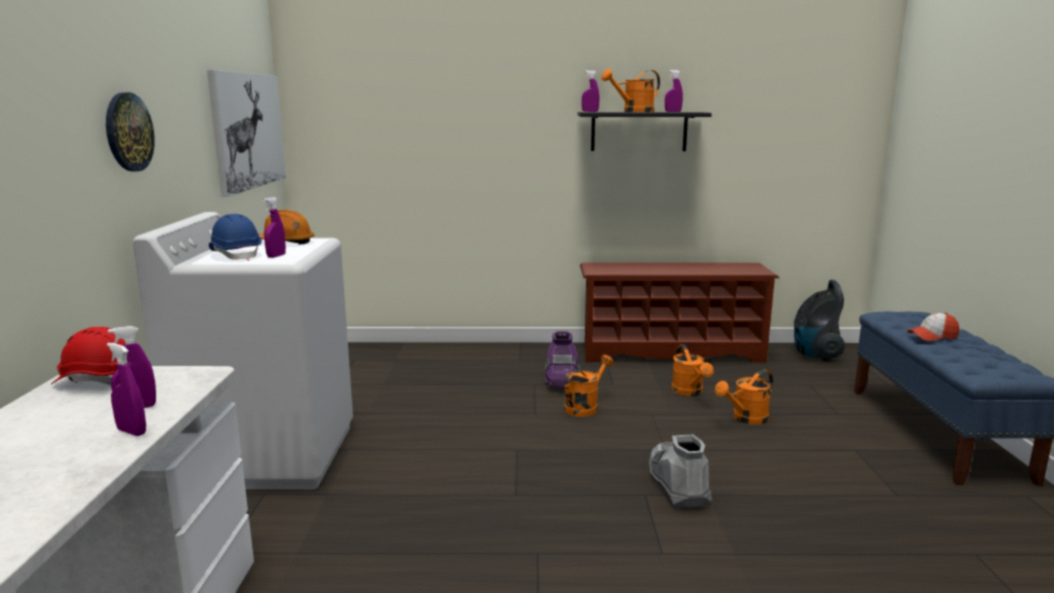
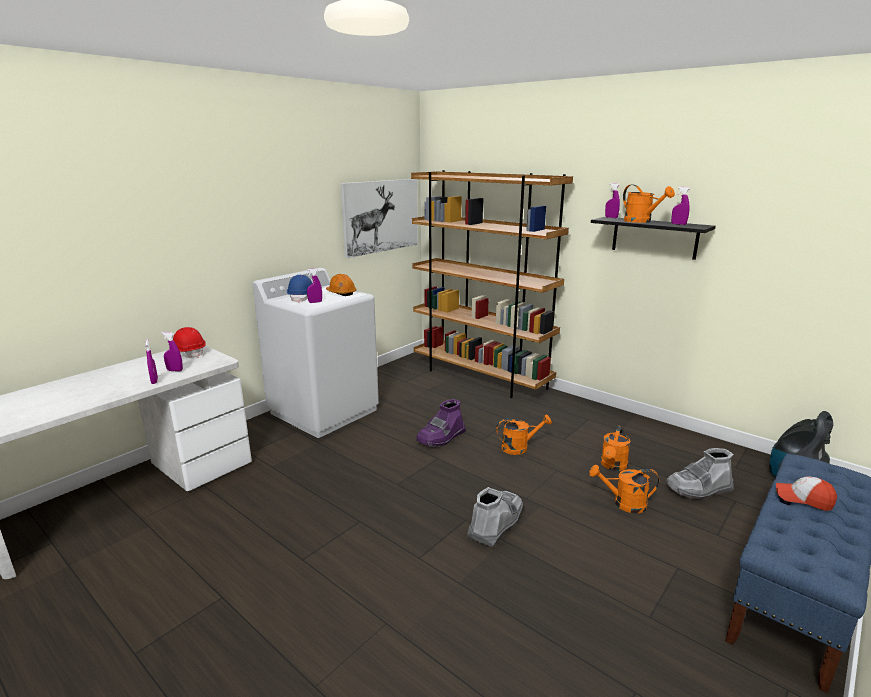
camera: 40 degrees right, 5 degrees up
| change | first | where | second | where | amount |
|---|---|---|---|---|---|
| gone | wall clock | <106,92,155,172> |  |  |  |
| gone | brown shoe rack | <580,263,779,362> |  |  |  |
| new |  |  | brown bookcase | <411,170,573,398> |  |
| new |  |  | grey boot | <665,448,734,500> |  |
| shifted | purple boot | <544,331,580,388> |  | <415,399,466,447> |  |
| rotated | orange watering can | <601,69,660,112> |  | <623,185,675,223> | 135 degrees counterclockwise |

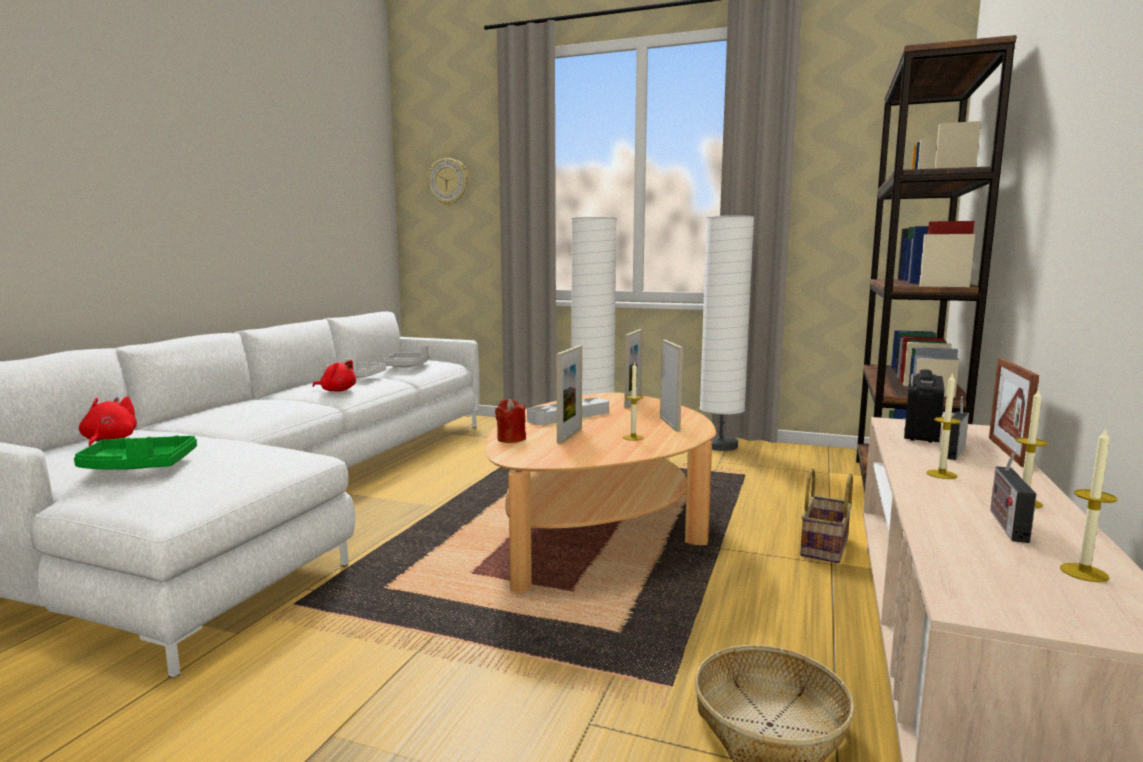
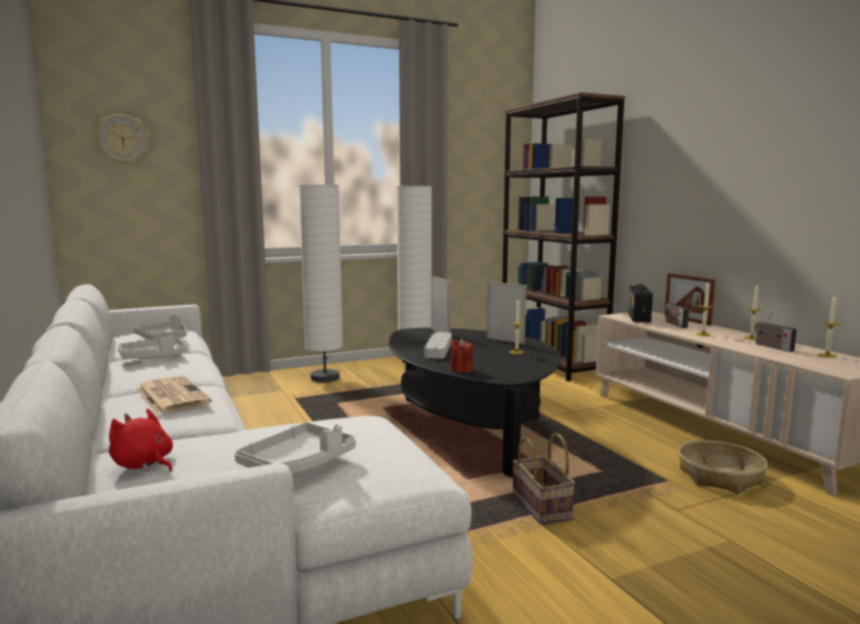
camera: 45 degrees left, 0 degrees up
| change | first | where | second | where | amount |
|---|---|---|---|---|---|
| gone | red plush toy | <313,360,356,392> |  |  |  |
| gone | picture frame | <556,345,582,444> |  |  |  |
| new |  |  | newspaper | <136,376,212,414> |  |
| shifted | basket | <800,468,853,563> |  | <512,433,575,524> |  |
| repainted | green tray | <74,436,197,470> | white tray | <235,422,356,474> |  |
| repainted | beige coffee table | <485,392,716,593> | black coffee table | <389,328,561,478> |  |
| rotated | radio | <904,369,945,443> |  | <628,284,653,323> | 150 degrees counterclockwise |

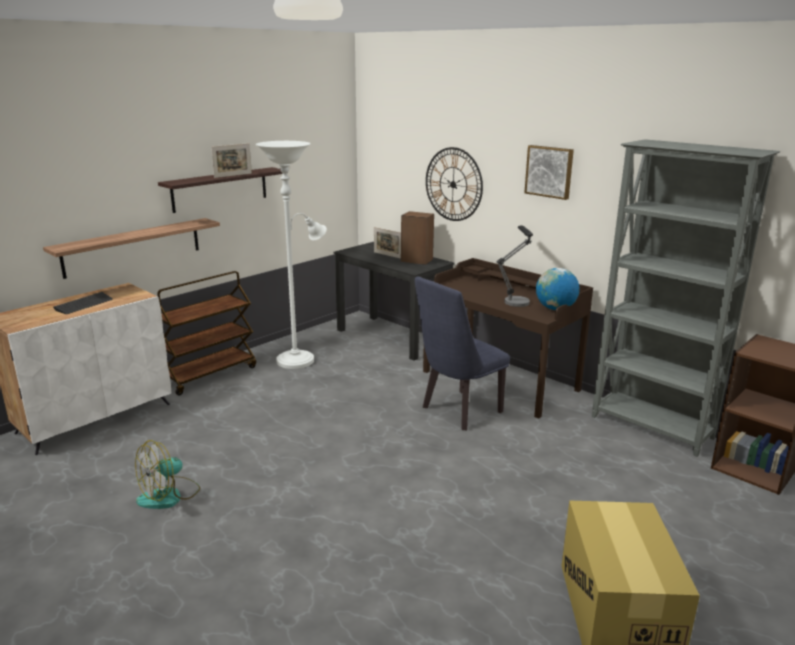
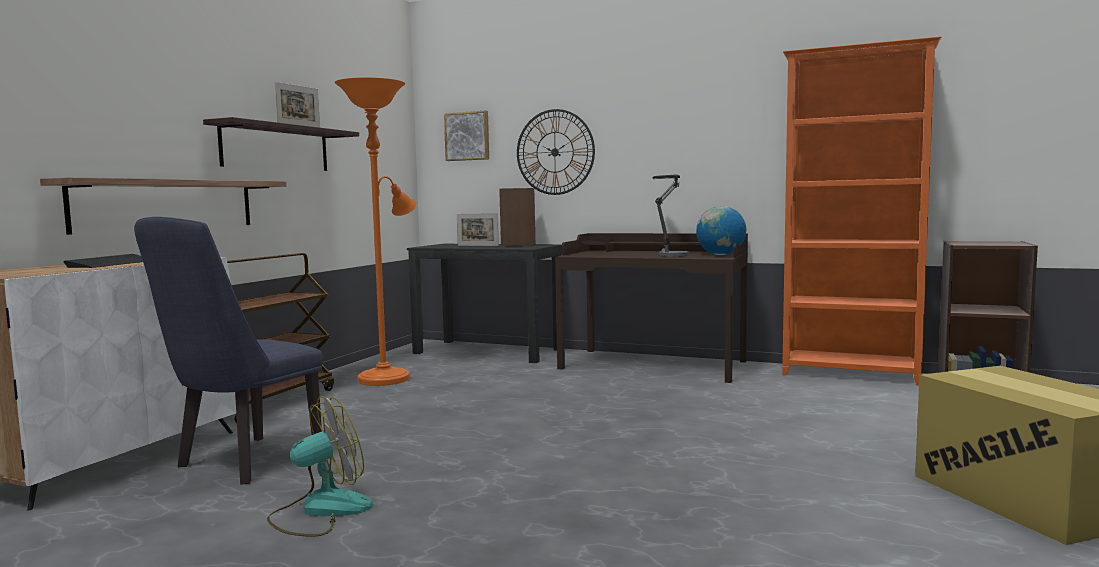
camera: 20 degrees left, 15 degrees down
| change | first | where | second | where | amount |
|---|---|---|---|---|---|
| shifted | blue chair | <415,277,510,430> |  | <134,217,323,485> |  |
| shifted | picture | <524,145,574,200> |  | <444,111,489,161> |  |
| repainted | white floor lamp | <256,141,327,369> | orange floor lamp | <334,77,416,386> |  |
| repainted | grey bookcase | <592,139,780,457> | orange bookcase | <782,36,941,385> |  |
| rotated | fan | <135,440,200,509> |  | <267,396,373,537> | 150 degrees counterclockwise |

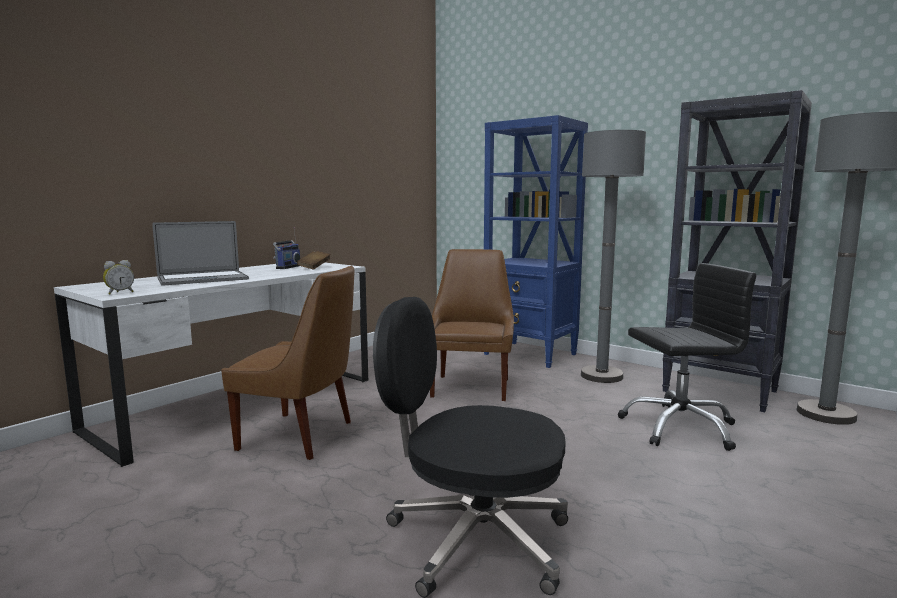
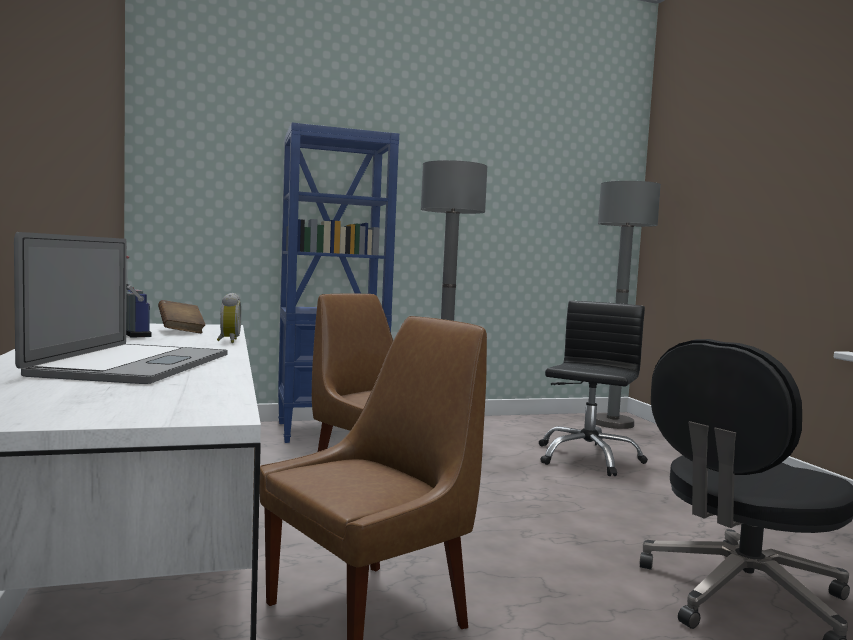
camera: 55 degrees left, 5 degrees down
| change | first | where | second | where | amount |
|---|---|---|---|---|---|
| gone | black bookcase | <662,90,812,412> |  |  |  |
| shifted | alarm clock | <103,260,134,294> |  | <217,293,241,343> |  |

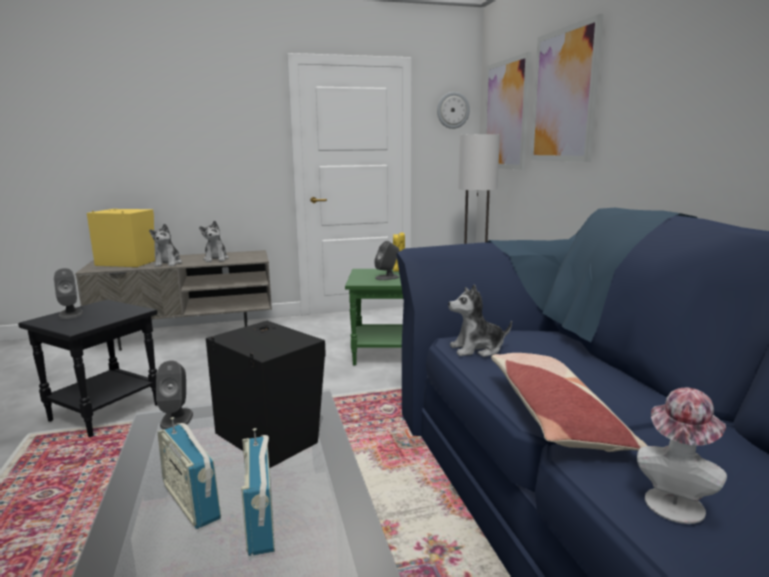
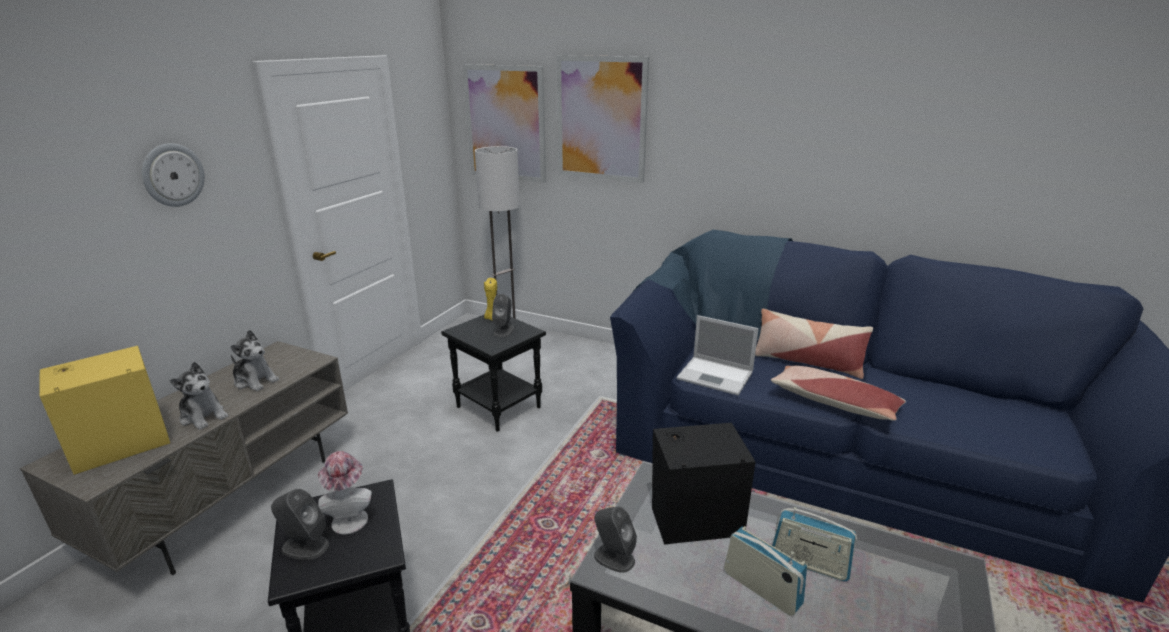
camera: 50 degrees left, 10 degrees up
| change | first | where | second | where | amount |
|---|---|---|---|---|---|
| new |  |  | pillow | <755,309,873,379> |  |
| shifted | wall clock | <437,92,470,129> |  | <142,143,205,207> |  |
| shifted | hat | <637,388,727,524> |  | <318,451,372,534> |  |
| swapped | plush toy | <448,284,512,357> | laptop | <677,315,759,396> |  |
| repainted | green side table | <345,269,403,366> | black side table | <441,314,546,432> |  |
| rotated | radio | <158,417,221,529> |  | <724,526,807,616> | 135 degrees counterclockwise |

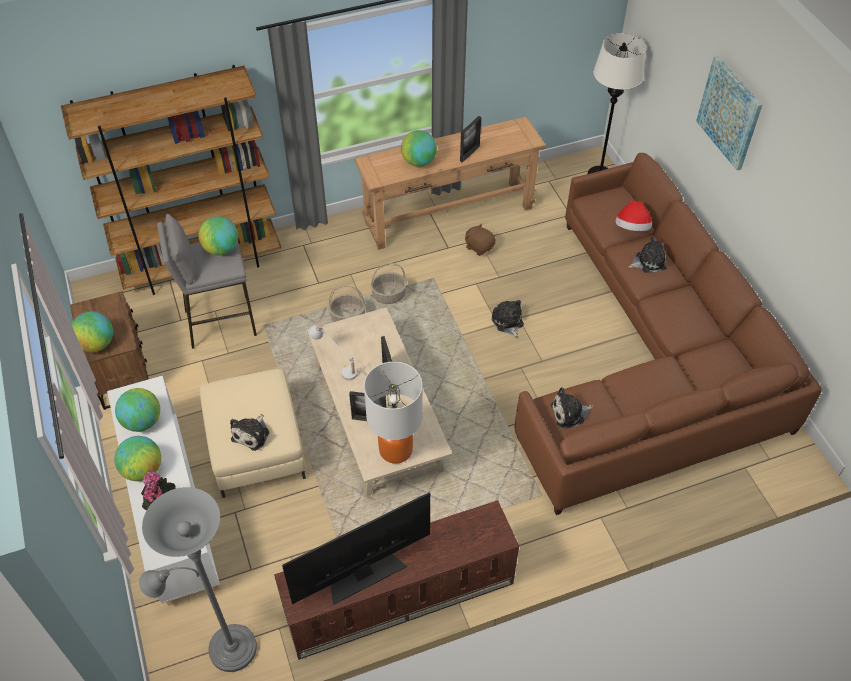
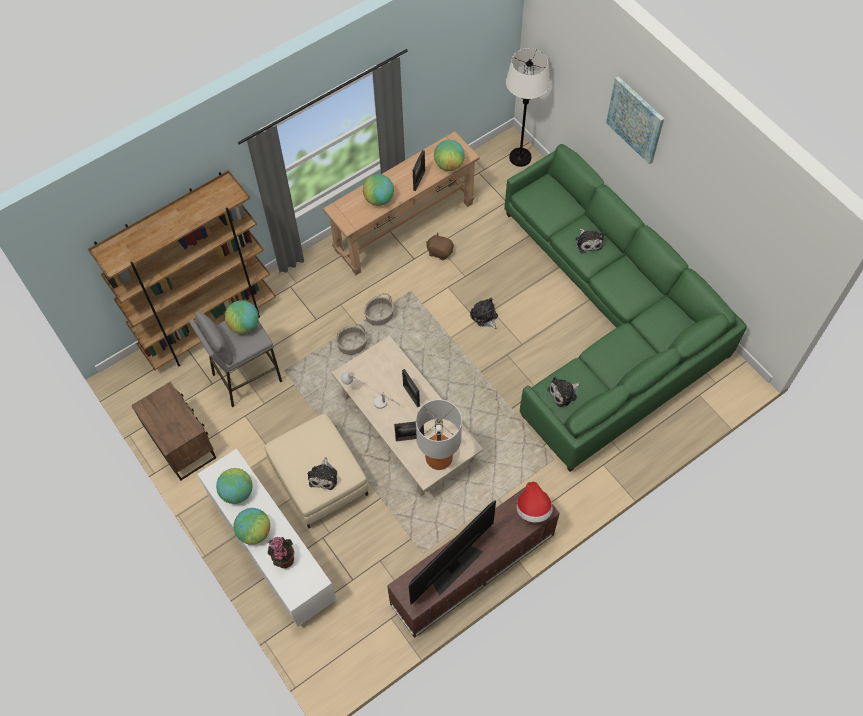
camera: 15 degrees left, 10 degrees up
| change | first | where | second | where | amount |
|---|---|---|---|---|---|
| gone | grey floor lamp | <139,487,257,672> |  |  |  |
| shifted | globe | <71,311,113,352> |  | <434,140,465,171> |  |
| shifted | hat | <615,200,652,231> |  | <516,482,553,523> |  |
| repainted | brown sofa | <515,153,822,515> | green sofa | <504,144,747,472> |  |
| rotated | plush toy | <628,236,667,272> |  | <576,228,604,253> | 105 degrees clockwise |

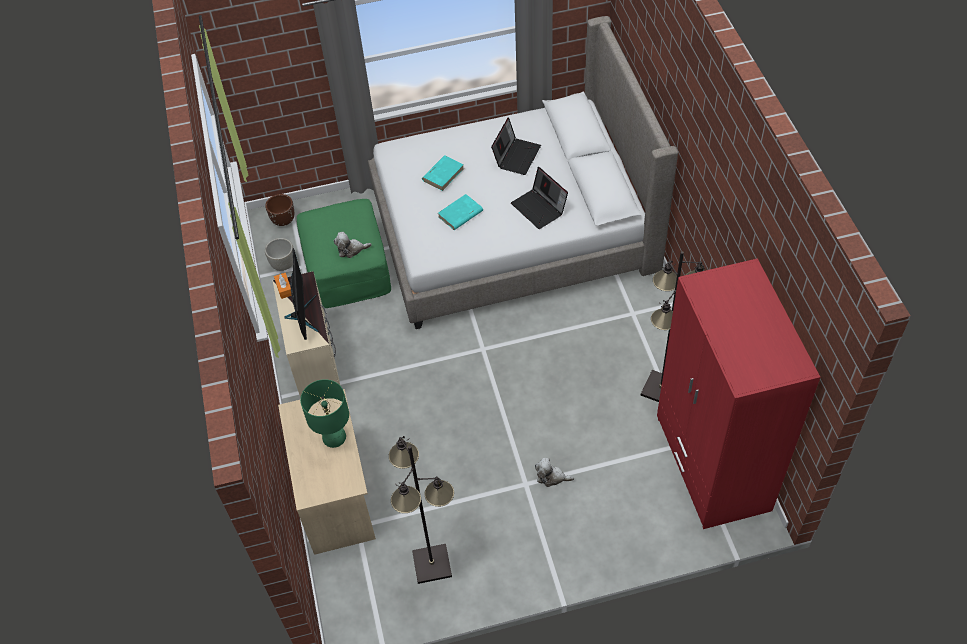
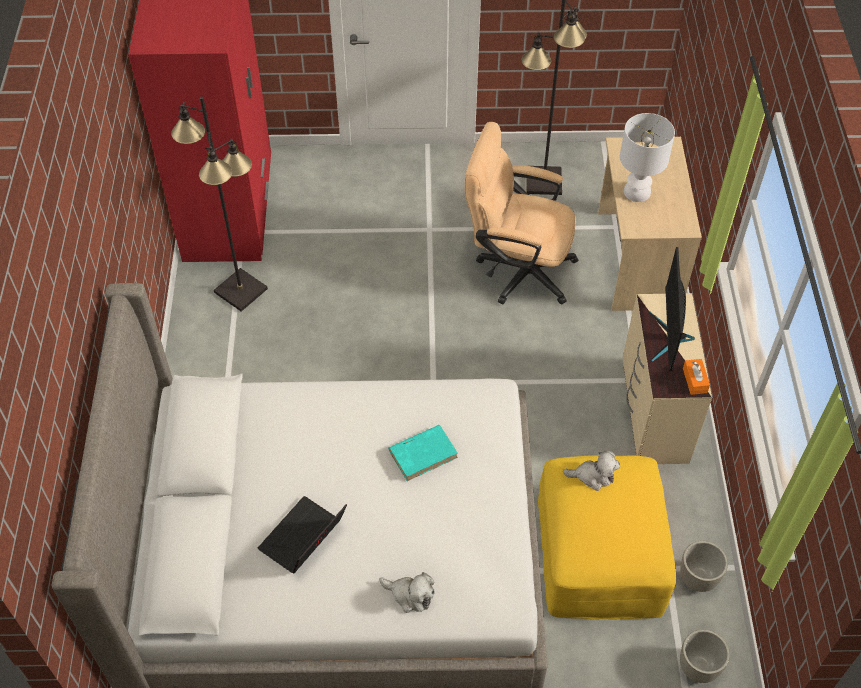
camera: 170 degrees left, 0 degrees up
| change | first | where | second | where | amount |
|---|---|---|---|---|---|
| gone | turquoise book | <422,156,464,191> |  |  |  |
| gone | laptop | <511,167,568,229> |  |  |  |
| new |  |  | beige office chair | <465,122,579,304> |  |
| shifted | plush toy | <535,458,574,487> |  | <379,572,434,613> |  |
| repainted | brown planter | <265,194,294,226> | grey planter | <680,629,730,683> |  |
| repainted | green ottoman | <297,199,391,308> | yellow ottoman | <538,455,676,619> |  |
| repainted | green table lamp | <300,379,349,448> | white table lamp | <620,113,675,202> |  |

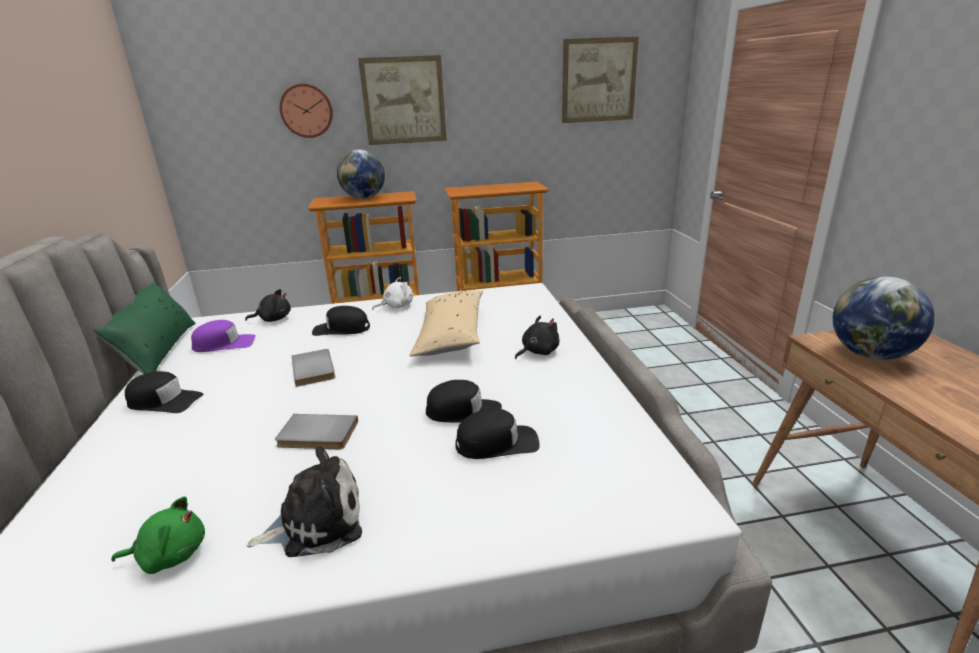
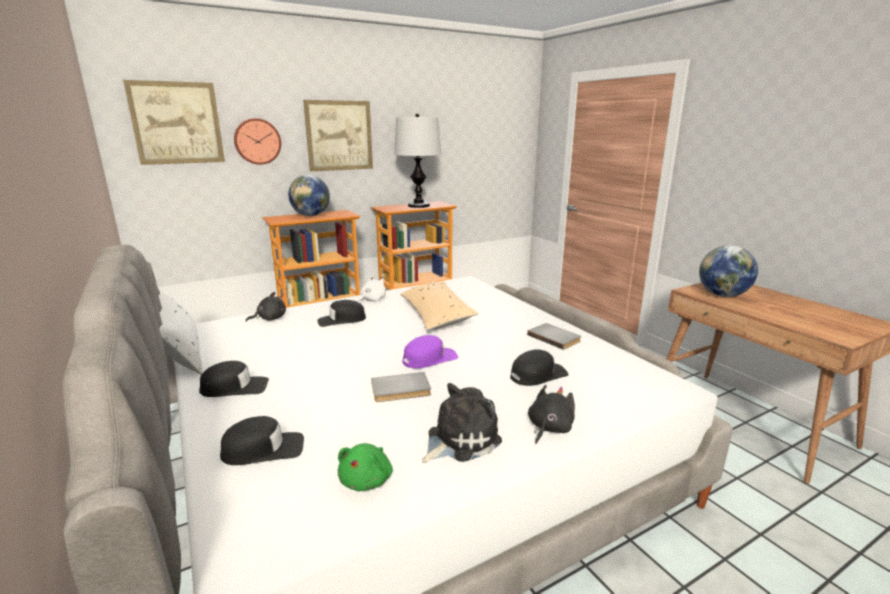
camera: 20 degrees left, 5 degrees down
| change | first | where | second | where | amount |
|---|---|---|---|---|---|
| new |  |  | table lamp | <394,114,442,208> |  |
| shifted | purple cap | <191,320,256,352> |  | <402,335,458,369> |  |
| shifted | grey book | <292,349,335,387> |  | <527,323,581,350> |  |
| shifted | black cap | <426,380,502,422> |  | <220,416,304,465> |  |
| shifted | black plush toy | <515,315,559,359> |  | <528,385,575,444> |  |
| shifted | picture | <562,37,639,123> |  | <123,80,225,165> |  |
| repainted | green pillow | <93,283,196,374> | white pillow | <159,292,203,375> |  |
| rotated | green plush toy | <111,496,205,574> |  | <338,443,393,491> | 135 degrees clockwise |

